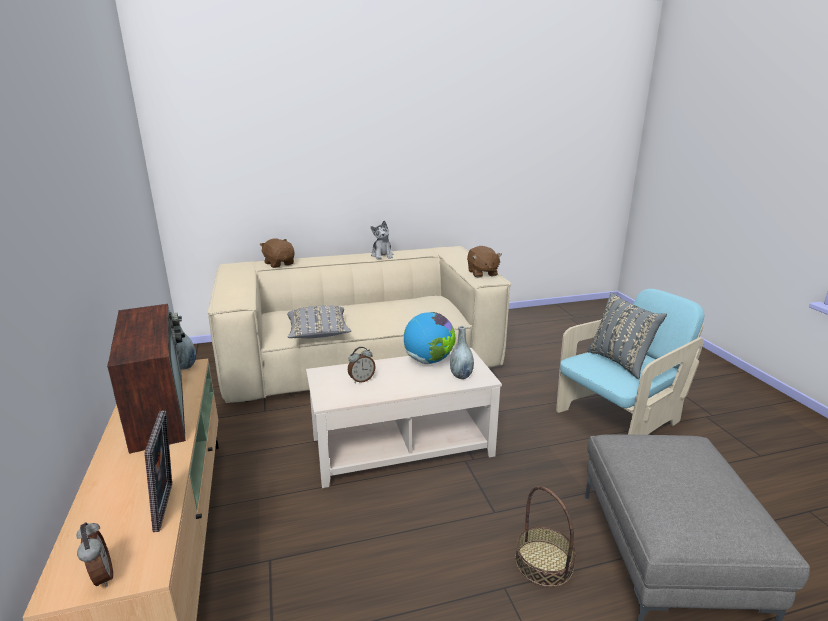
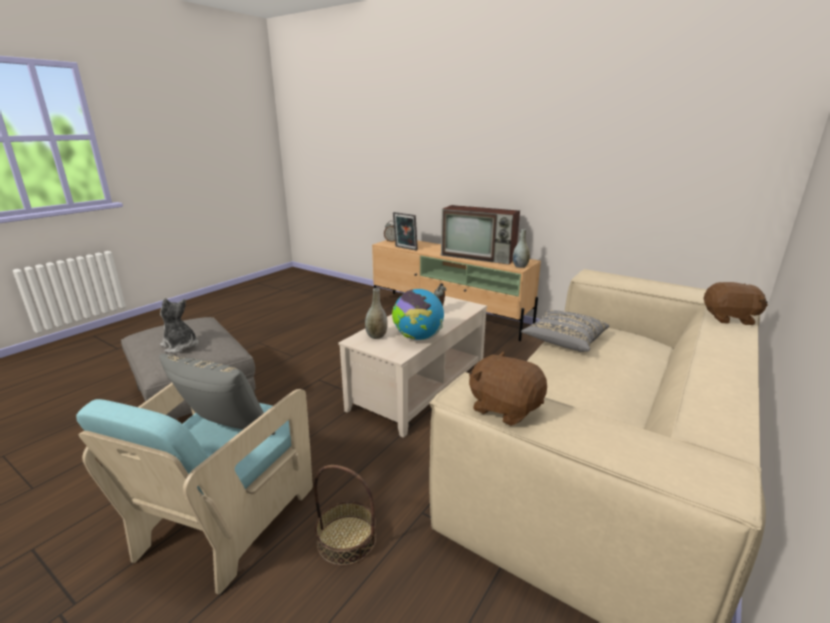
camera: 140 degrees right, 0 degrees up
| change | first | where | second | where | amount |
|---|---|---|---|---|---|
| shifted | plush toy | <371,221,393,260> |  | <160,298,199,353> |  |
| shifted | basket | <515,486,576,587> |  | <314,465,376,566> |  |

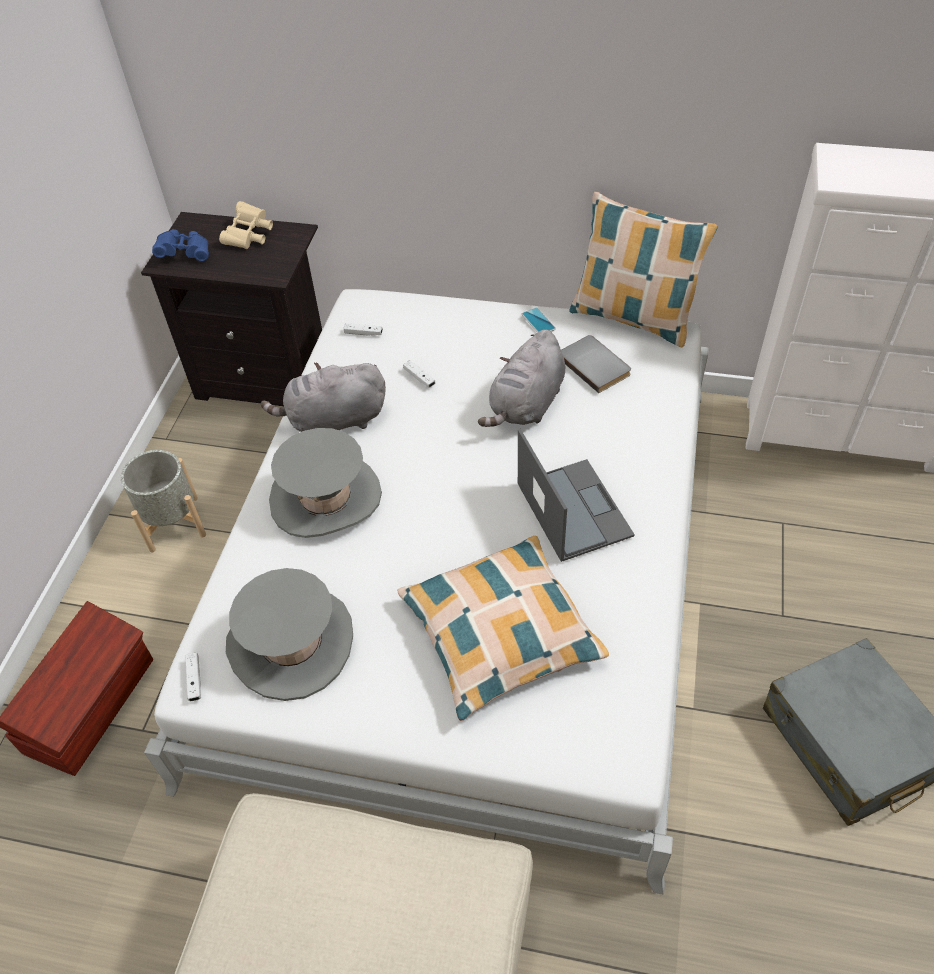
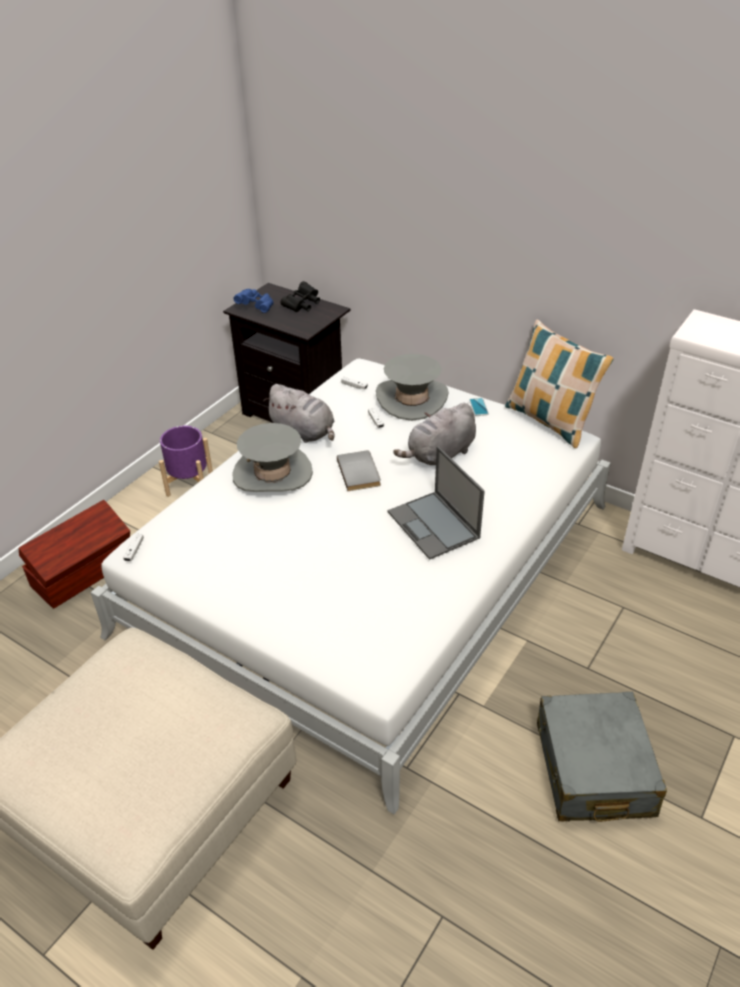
camera: 20 degrees right, 10 degrees down
| change | first | where | second | where | amount |
|---|---|---|---|---|---|
| gone | pillow | <397,536,609,721> |  |  |  |
| shifted | grey hat | <226,568,353,701> |  | <376,354,449,421> |  |
| shifted | grey book | <561,335,631,393> |  | <337,450,381,491> |  |
| repainted | grey planter | <121,450,206,552> | purple planter | <159,426,213,497> |  |
| repainted | beige binoculars | <219,201,273,249> | black binoculars | <280,281,320,312> |  |
| rotated | grey plush toy | <261,362,386,432> |  | <263,384,335,443> | 150 degrees counterclockwise |
| rotated | laptop | <518,429,635,562> |  | <388,446,485,560> | 150 degrees clockwise |

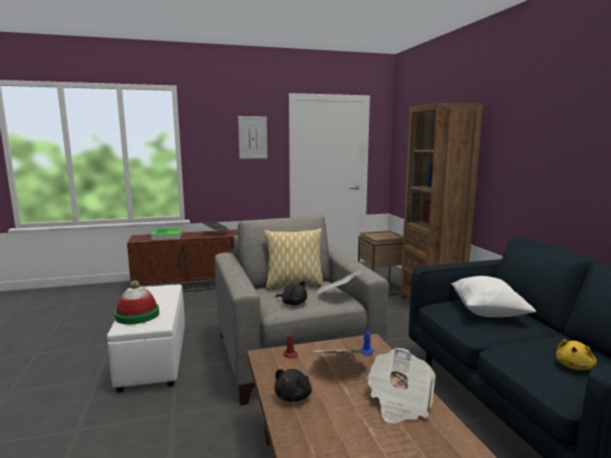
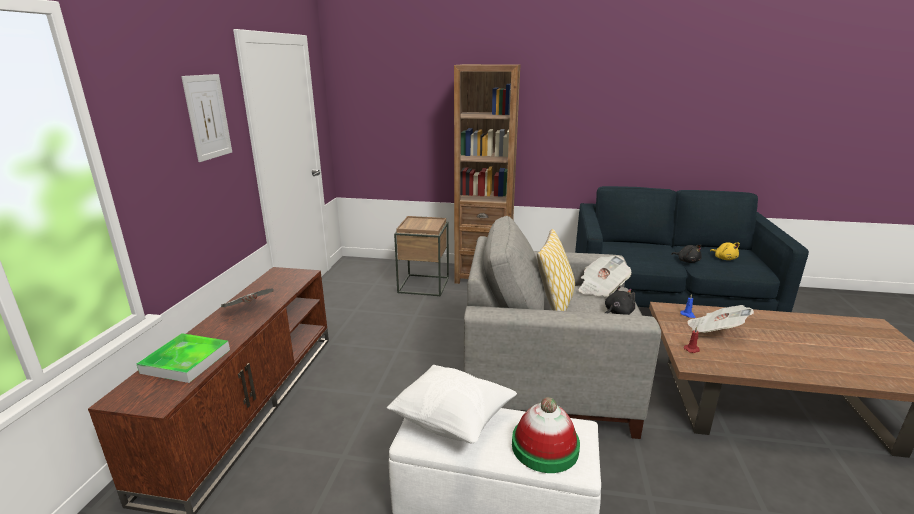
camera: 65 degrees left, 10 degrees up
| change | first | where | second | where | amount |
|---|---|---|---|---|---|
| gone | newspaper | <367,348,436,423> |  |  |  |
| shifted | black plush toy | <274,369,312,402> |  | <672,245,702,263> |  |
| shifted | white pillow | <451,276,536,317> |  | <387,365,517,443> |  |

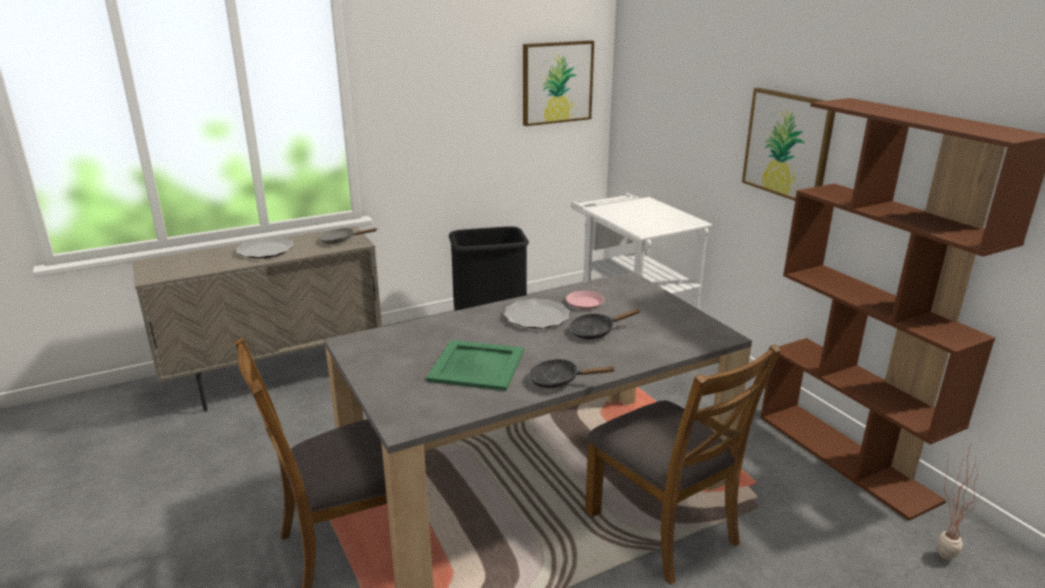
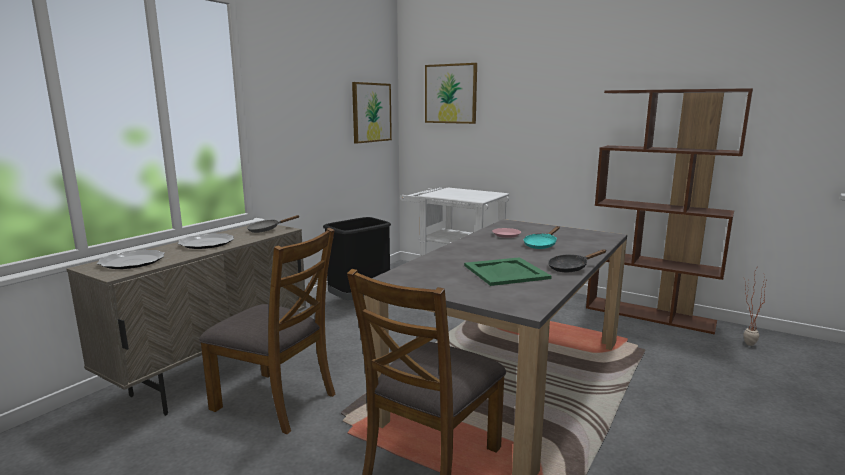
camera: 30 degrees left, 10 degrees down
| change | first | where | second | where | amount |
|---|---|---|---|---|---|
| shifted | plate | <504,298,570,329> |  | <97,250,165,269> |  |
| shifted | brown chair | <585,344,781,585> |  | <199,228,335,434> |  |
| shifted | picture | <742,88,835,201> |  | <425,63,477,124> |  |
| repainted | black frying pan | <569,309,641,339> | turquoise frying pan | <524,226,560,249> |  |

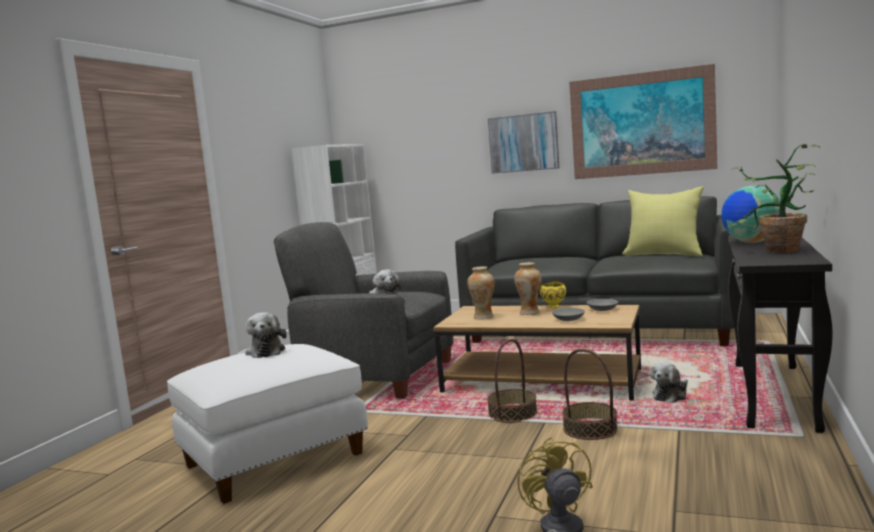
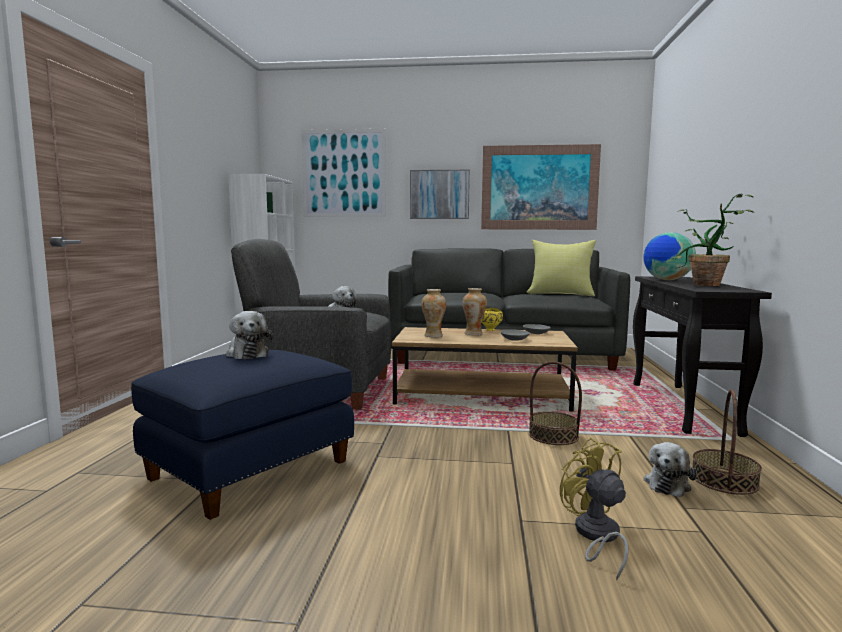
camera: 15 degrees left, 0 degrees up
| change | first | where | second | where | amount |
|---|---|---|---|---|---|
| new |  |  | picture | <301,129,386,217> |  |
| shifted | basket | <487,339,537,423> |  | <693,390,762,495> |  |
| shifted | plush toy | <650,362,688,403> |  | <644,442,697,497> |  |
| repainted | white ottoman | <167,344,368,504> | blue ottoman | <131,350,354,520> |  |

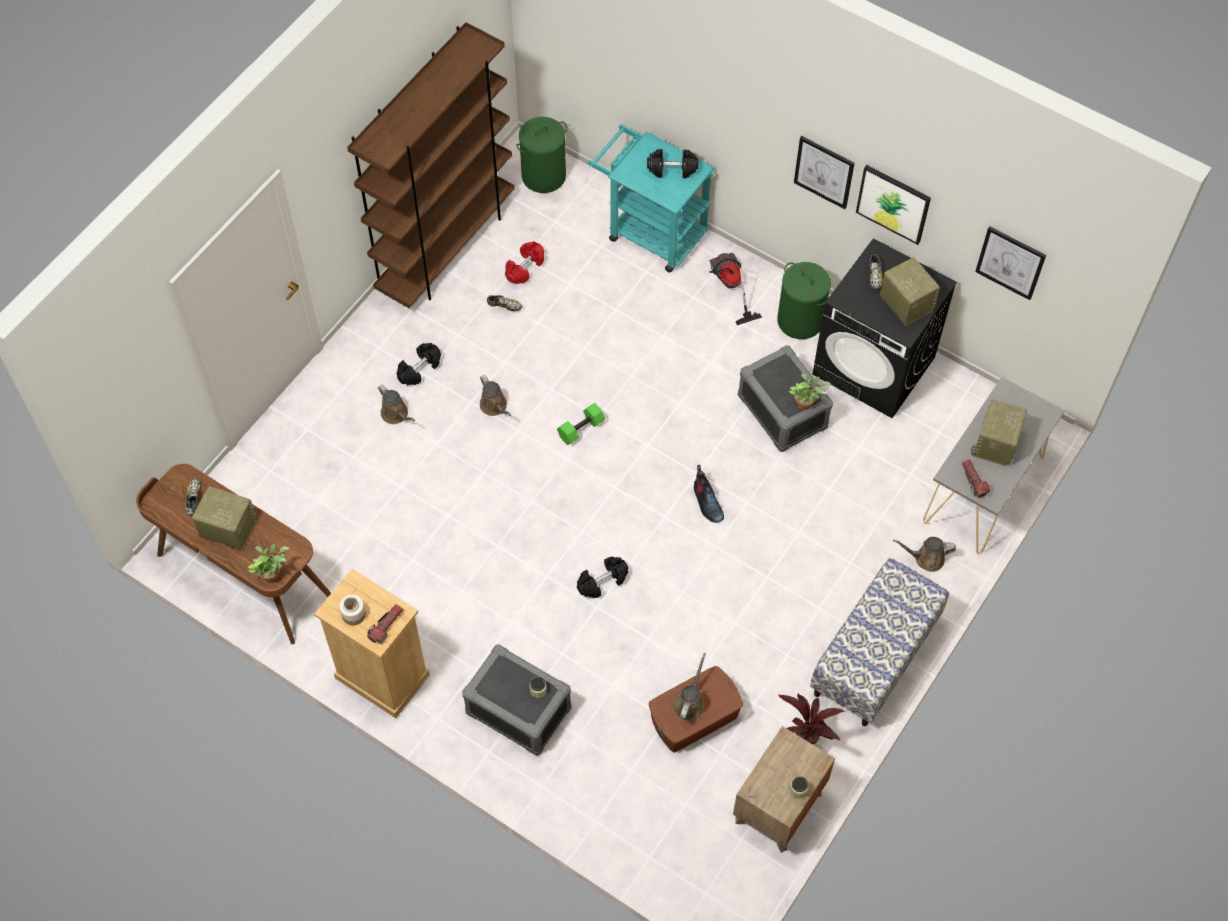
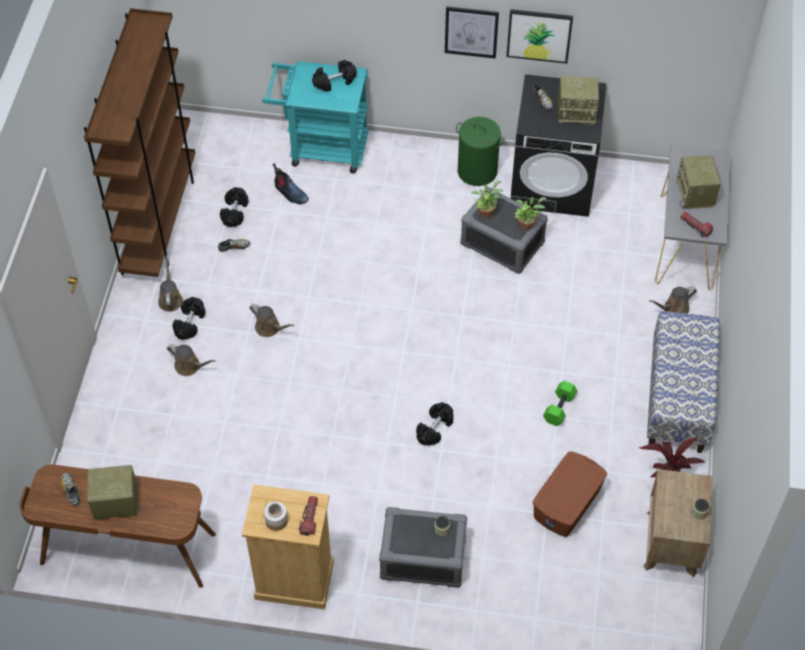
camera: 25 degrees left, 5 degrees down
| change | first | where | second | where | amount |
|---|---|---|---|---|---|
| gone | green laundry basket | <516,117,567,193> |  |  |  |
| gone | vacuum cleaner | <709,253,762,325> |  |  |  |
| gone | picture | <975,226,1046,300> |  |  |  |
| shifted | potted plant | <248,544,290,582> |  | <472,181,503,218> |  |
| shifted | green dumbbell | <557,403,605,445> |  | <543,381,577,426> |  |
| shifted | brown watering can | <673,653,706,721> |  | <158,255,183,312> |  |
| shifted | boot | <694,465,724,523> |  | <273,163,309,205> |  |
| repainted | red dumbbell | <505,241,544,284> | black dumbbell | <220,187,249,227> |  |
| rotated | radio | <880,257,940,326> |  | <558,76,599,126> | 150 degrees clockwise |

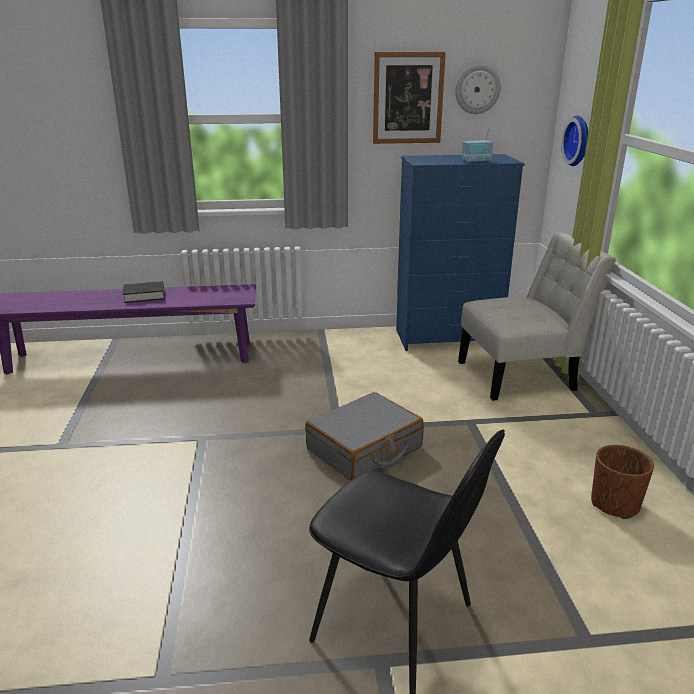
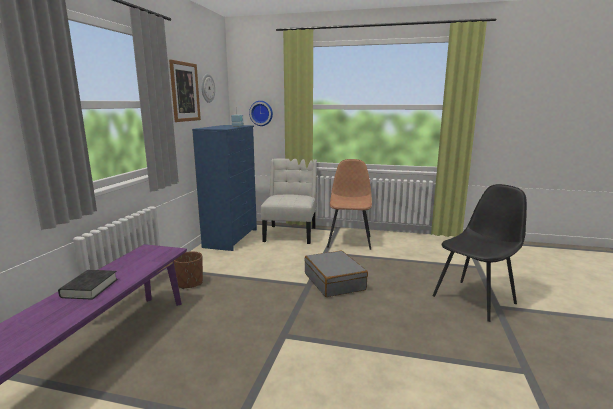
camera: 70 degrees left, 10 degrees down
| change | first | where | second | where | amount |
|---|---|---|---|---|---|
| new |  |  | brown chair | <327,159,372,250> |  |
| shifted | brown planter | <591,445,654,519> |  | <174,251,203,289> |  |

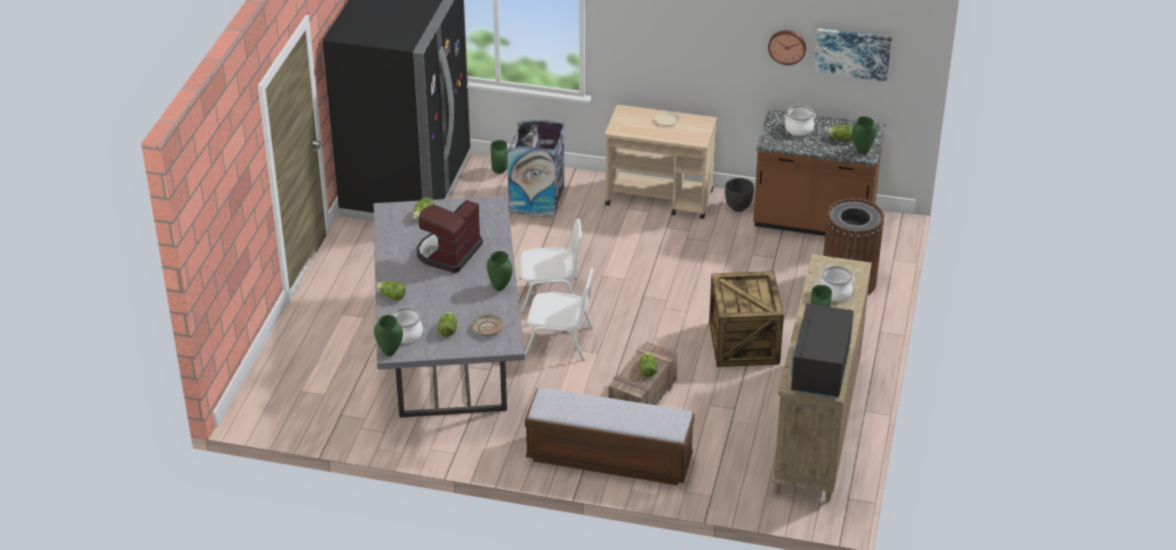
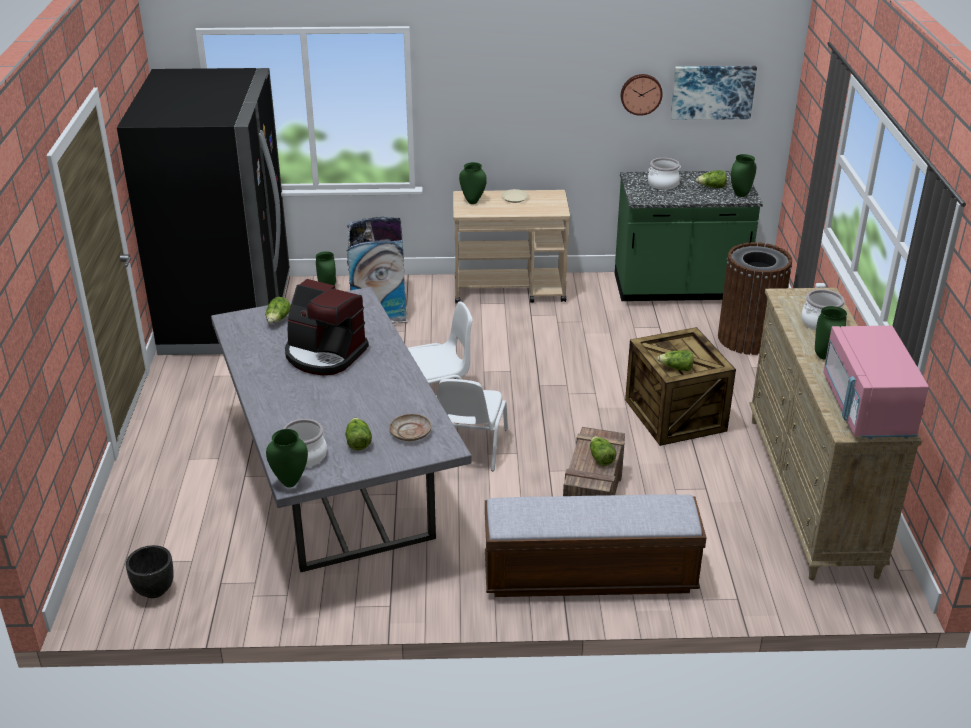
camera: 15 degrees left, 5 degrees down
| change | first | where | second | where | amount |
|---|---|---|---|---|---|
| shifted | lettuce | <376,281,406,301> |  | <657,350,693,371> |  |
| shifted | green vase | <487,251,512,291> |  | <459,162,487,204> |  |
| shifted | black planter | <725,178,754,212> |  | <126,545,174,598> |  |
| repainted | brown counter | <753,109,885,236> | green counter | <615,171,763,301> |  |
| repainted | black microwave | <791,303,854,399> | pink microwave | <823,326,929,439> |  |
| rotated | coffee machine | <416,199,483,273> |  | <285,279,369,375> | 75 degrees counterclockwise |
| rotated | white chair | <525,268,594,361> |  | <436,379,508,471> | 105 degrees clockwise |

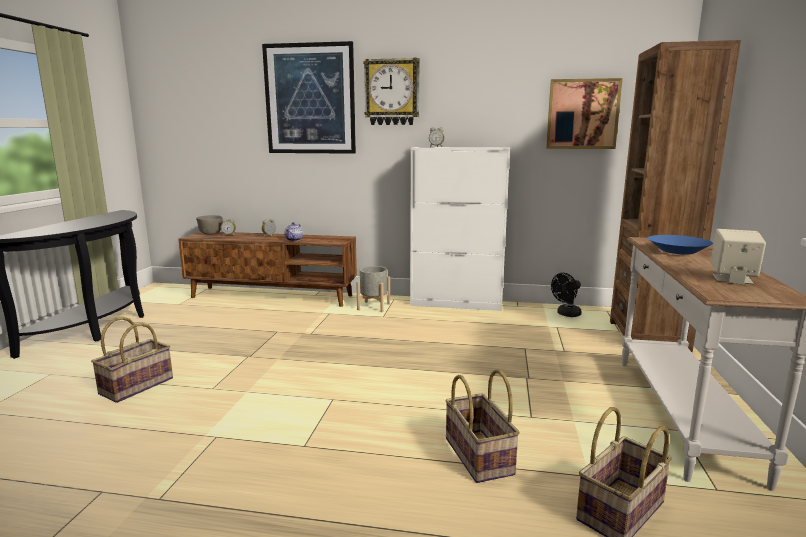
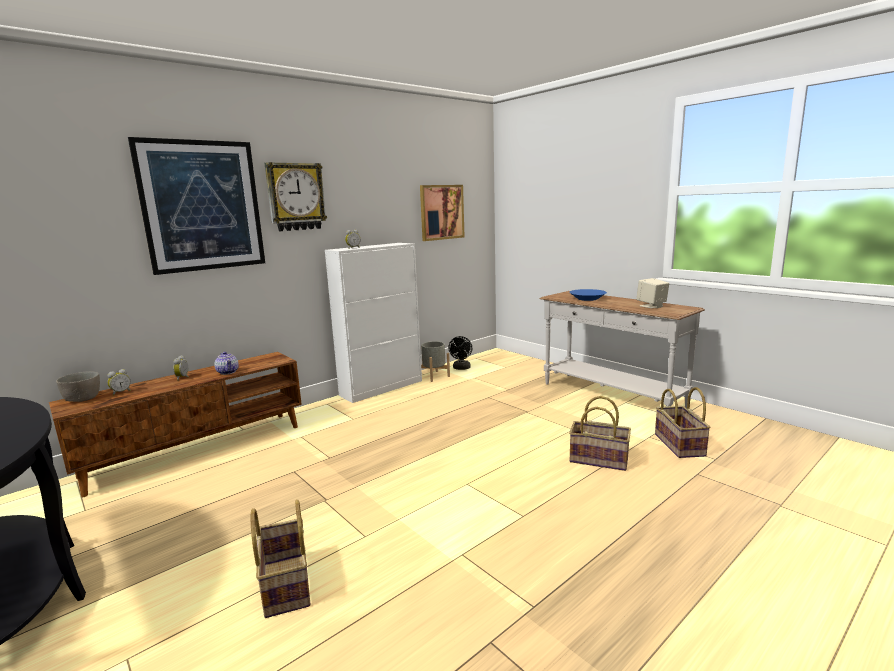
camera: 50 degrees left, 0 degrees up
| change | first | where | second | where | amount |
|---|---|---|---|---|---|
| gone | brown bookcase | <610,40,741,352> |  |  |  |
| shifted | grey planter | <356,266,390,312> |  | <421,341,450,382> |  |

